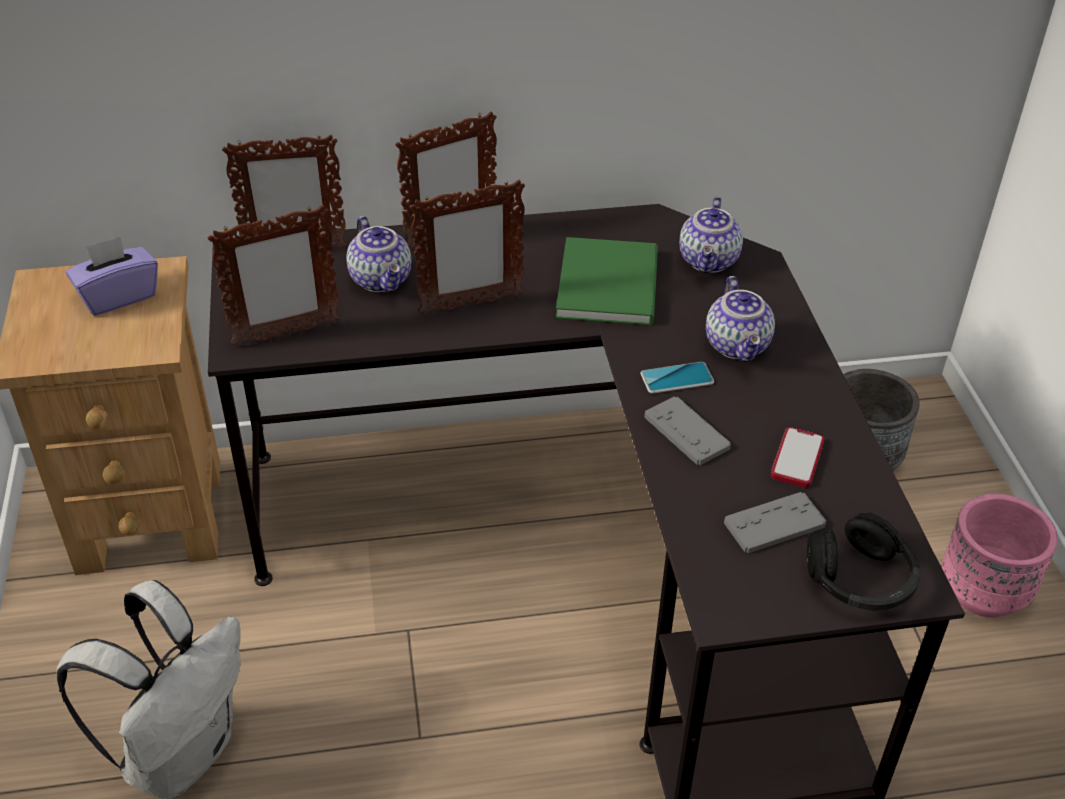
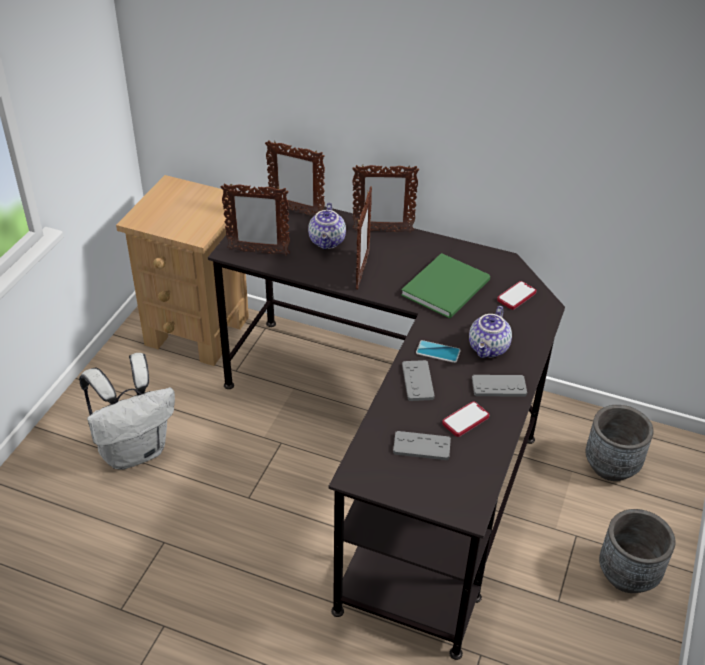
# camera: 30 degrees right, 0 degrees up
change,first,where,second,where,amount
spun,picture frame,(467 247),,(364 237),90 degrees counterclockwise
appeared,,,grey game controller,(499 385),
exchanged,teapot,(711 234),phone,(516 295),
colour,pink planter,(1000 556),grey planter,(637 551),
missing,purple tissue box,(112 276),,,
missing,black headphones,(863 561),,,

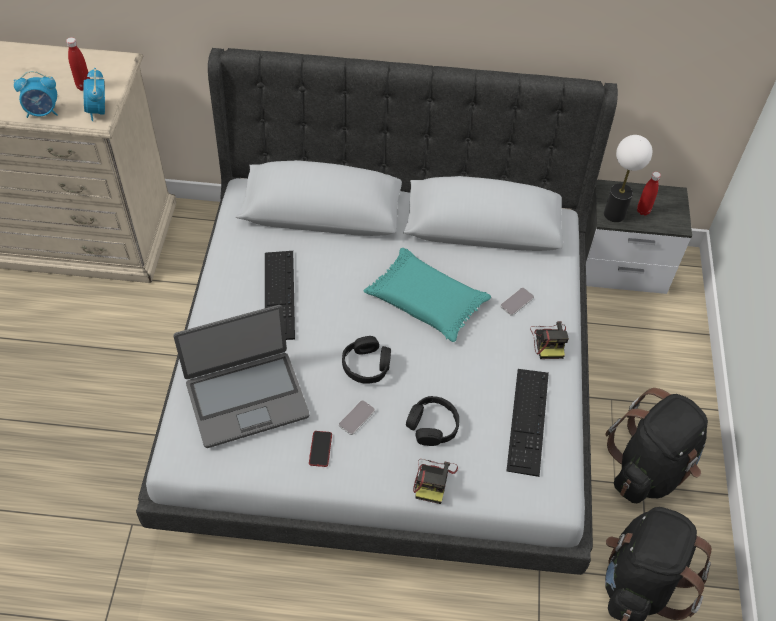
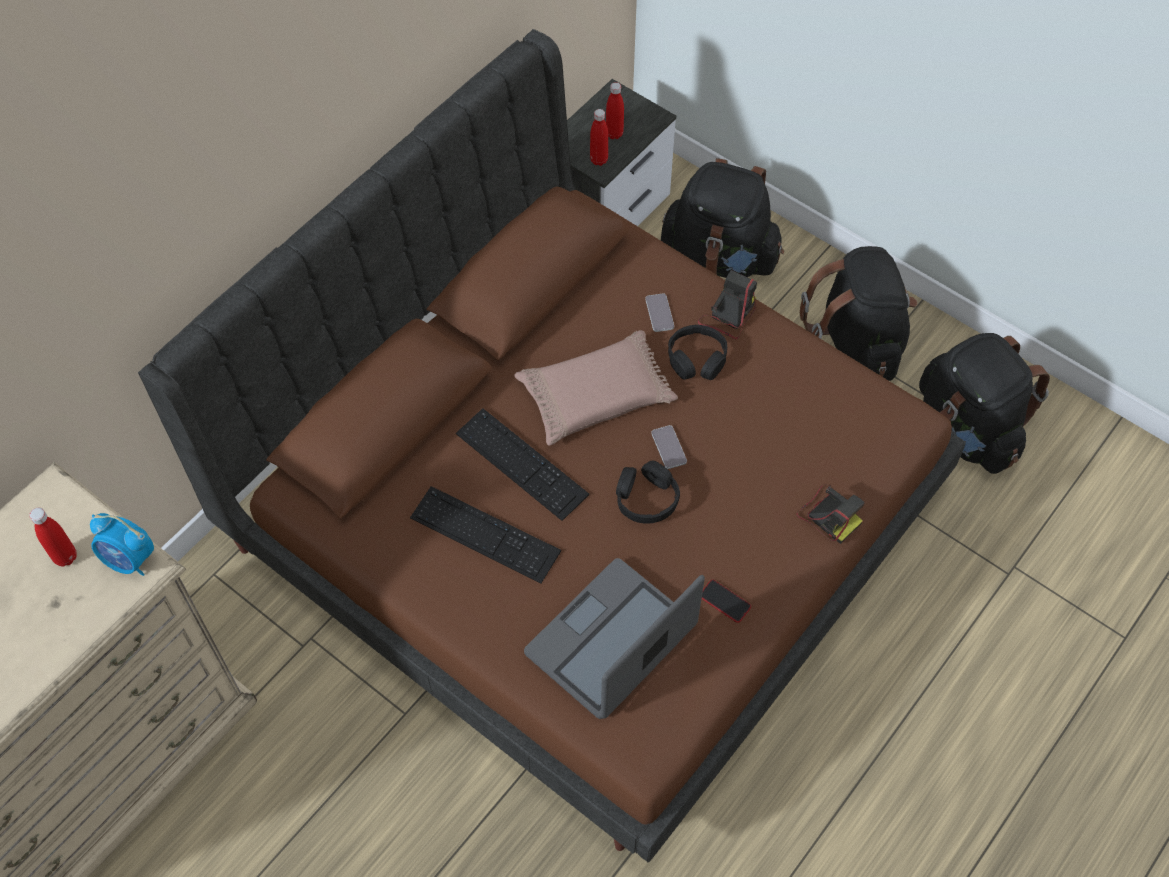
# camera: 55 degrees left, 5 degrees up
change,first,where,second,where,amount
colour,grey bed,(377 311),brown bed,(552 446),
relocated,keyboard,(527 423),,(522 464),
colour,turquoise pillow,(427 295),beige pillow,(596 388),
spun,laptop,(241 376),,(614 638),150 degrees counterclockwise
exchanged,table lamp,(628 178),red bottle,(599 137),
relocated,phone,(357 417),,(669 447),
appeared,,,black backpack,(722 218),
relocated,black headphones,(432 421),,(697 352),
spun,photo camera,(549 340),,(727 304),90 degrees counterclockwise
missing,alarm clock,(36 94),,,

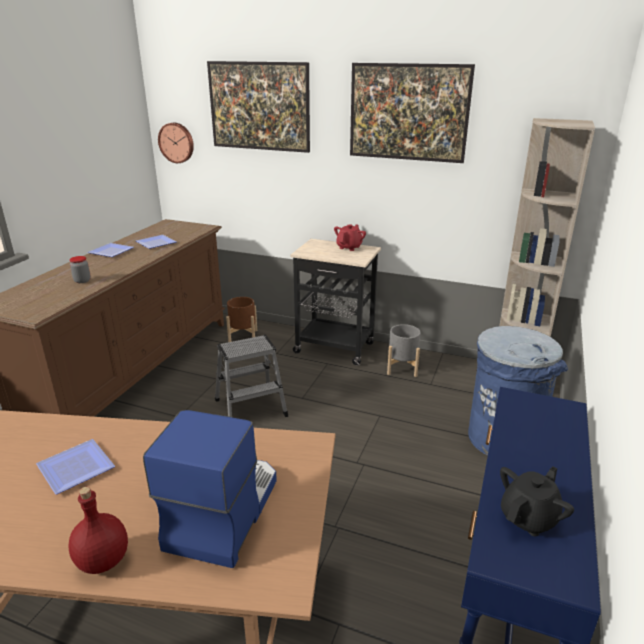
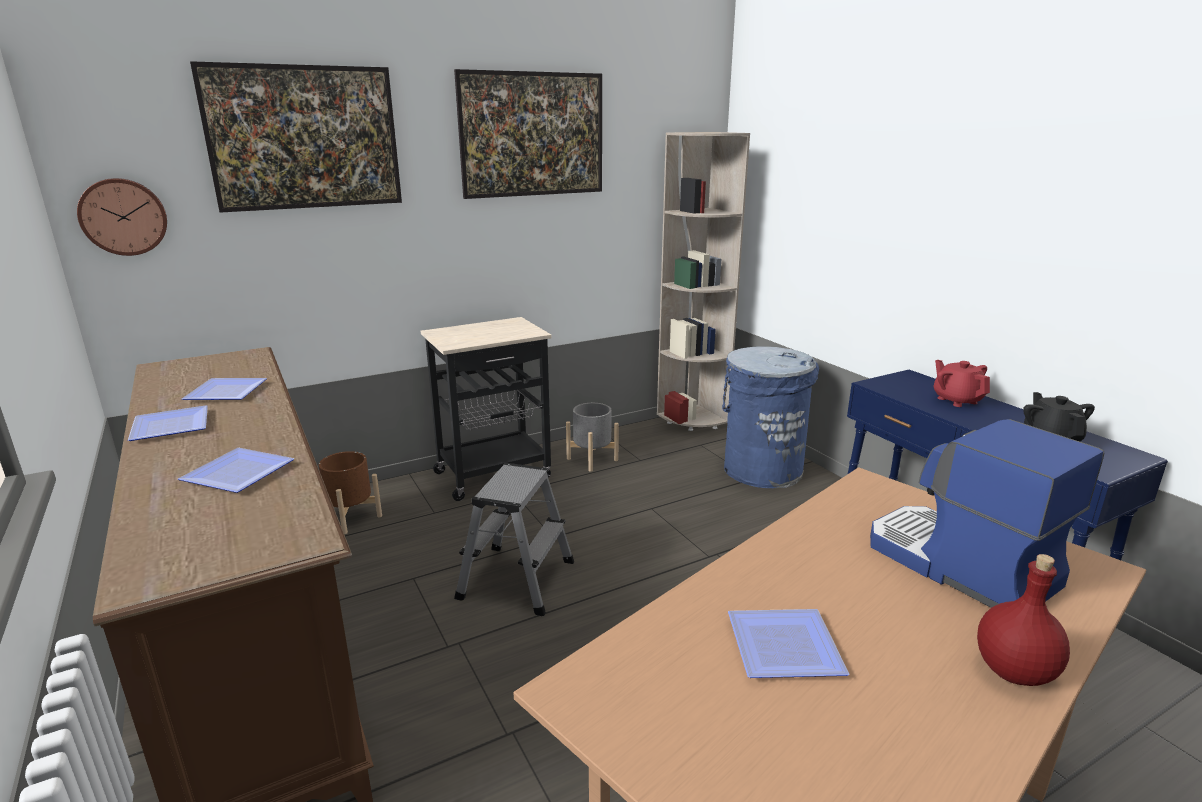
# camera: 50 degrees left, 5 degrees down
change,first,where,second,where,amount
exchanged,jar,(80 269),plate,(236 470),
relocated,red teapot,(350 237),,(962 383),

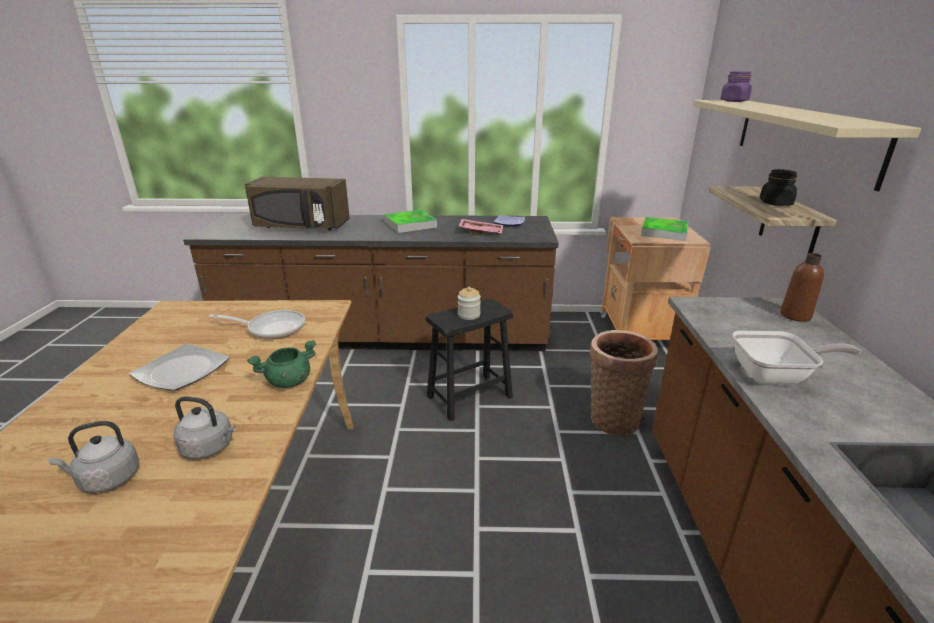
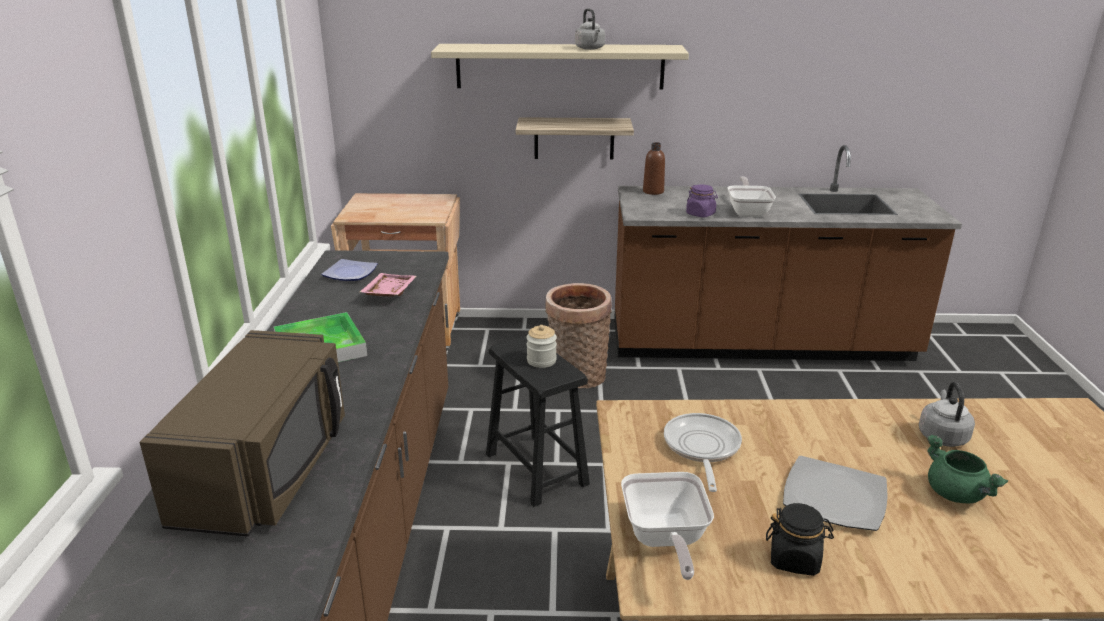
# camera: 90 degrees left, 0 degrees up
change,first,where,second,where,amount
relocated,grey kettle,(93 457),,(590 29),
appeared,,,frying pan,(667 526),
relocated,purple jar,(736 86),,(702 201),
relocated,black jar,(778 187),,(800 539),
relocated,green cooking pot,(281 364),,(967 469),
missing,tray,(664 229),,,

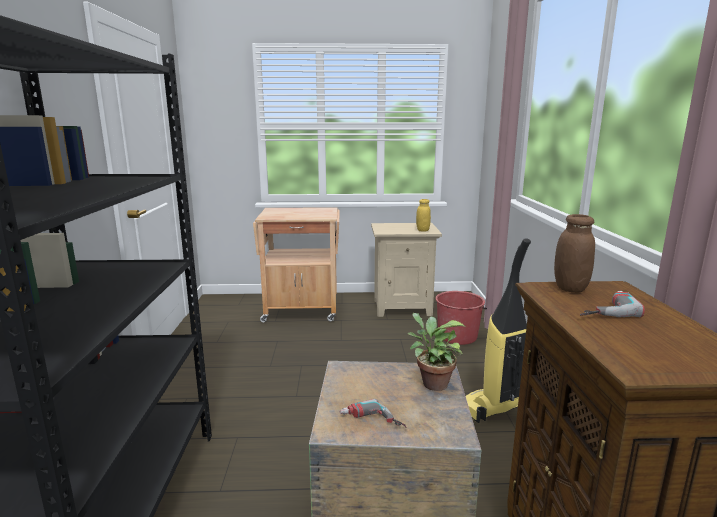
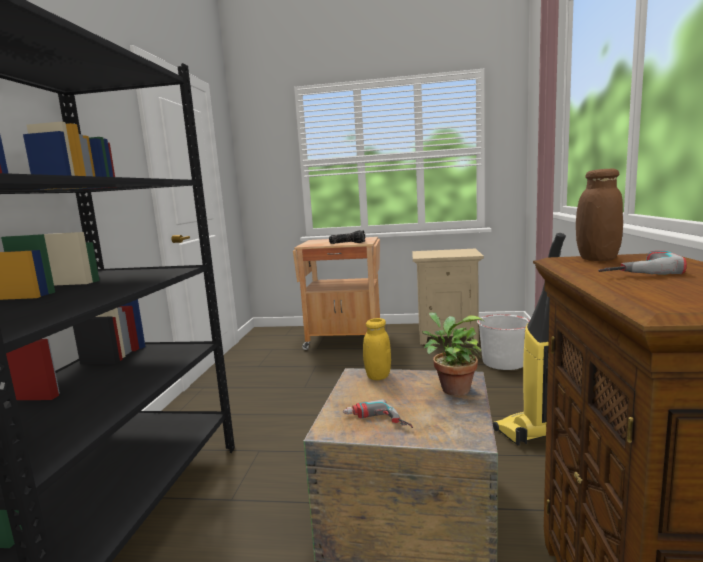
# camera: 10 degrees right, 5 degrees down
change,first,where,second,where,amount
appeared,,,flashlight,(347 237),
relocated,yellow jar,(423 215),,(377 349),
colour,red bucket,(461 318),white bucket,(503 342),

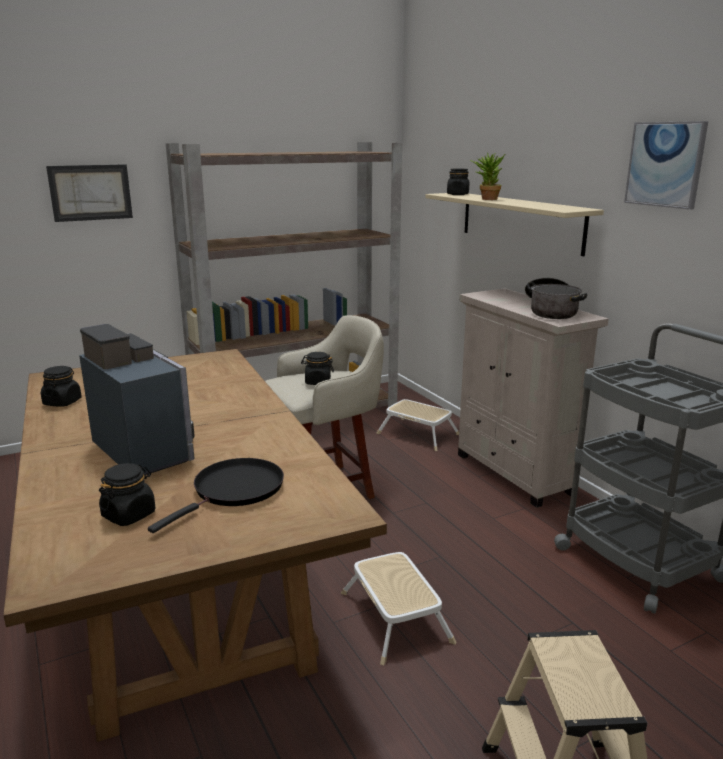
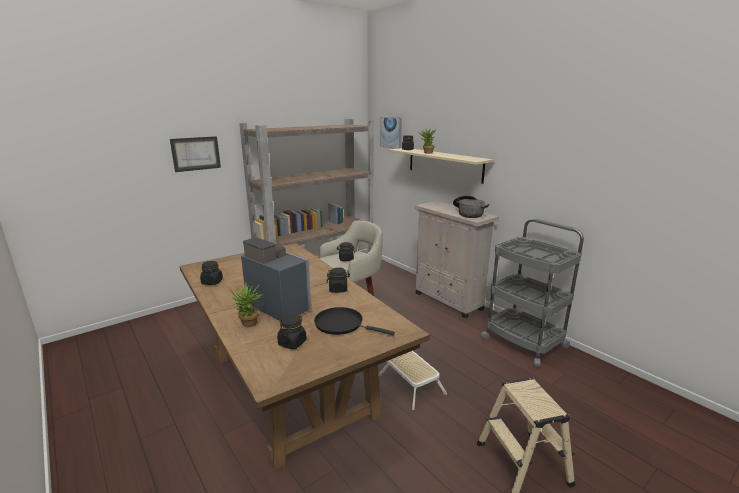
# camera: 10 degrees left, 0 degrees up
change,first,where,second,where,amount
appeared,,,potted plant,(247 305),
spun,black frying pan,(216 495),,(354 321),90 degrees counterclockwise
appeared,,,black jar,(338 280),
relocated,picture,(666 165),,(391 133),
missing,beige step ladder,(418 425),,,

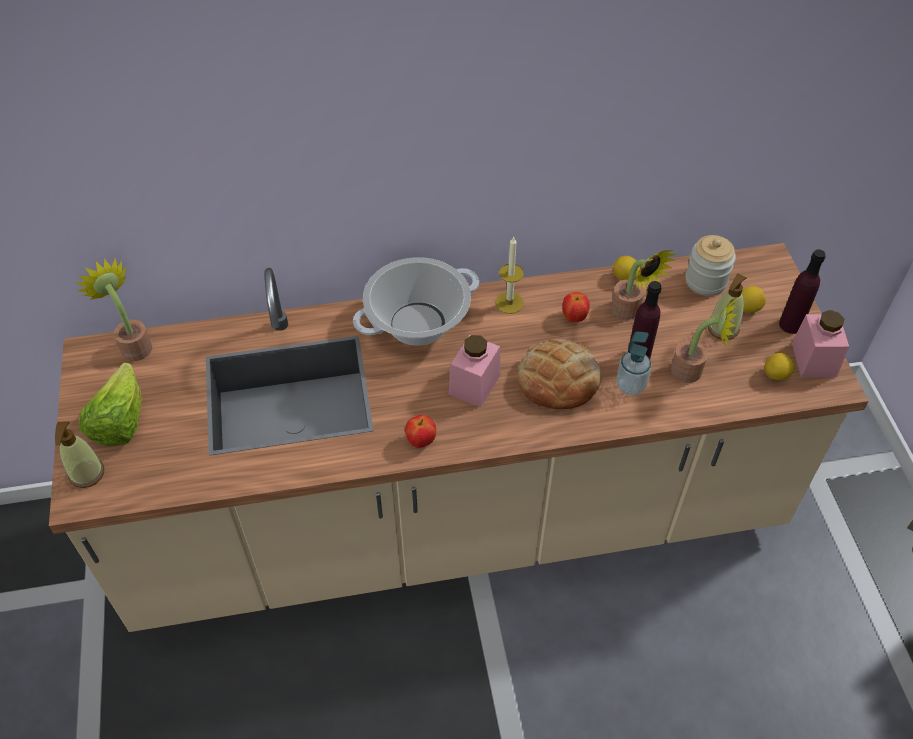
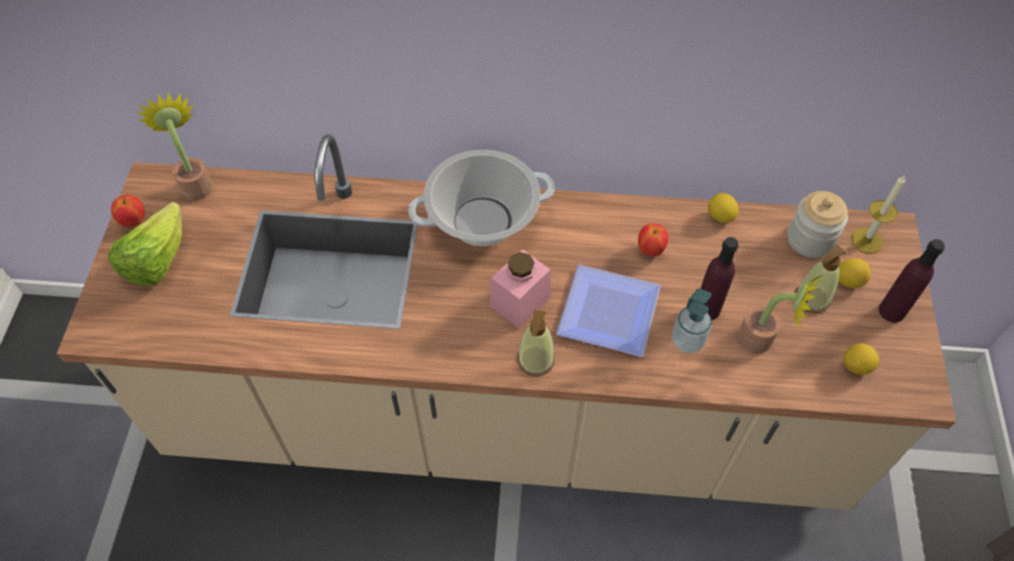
# camera: 15 degrees right, 5 degrees up
change,first,where,second,where,amount
relocated,apple,(420 431),,(128 211),
relocated,soap dispenser,(79 455),,(536 343),
exchanged,bread,(560 374),plate,(608 311),
relocated,candle,(509 275),,(878 214),
missing,potted plant,(644 285),,,
missing,pink jar,(820 344),,,

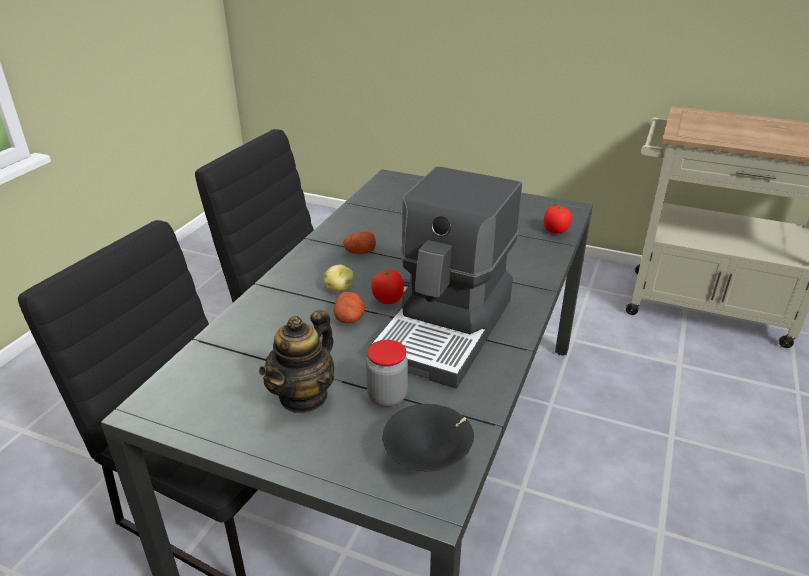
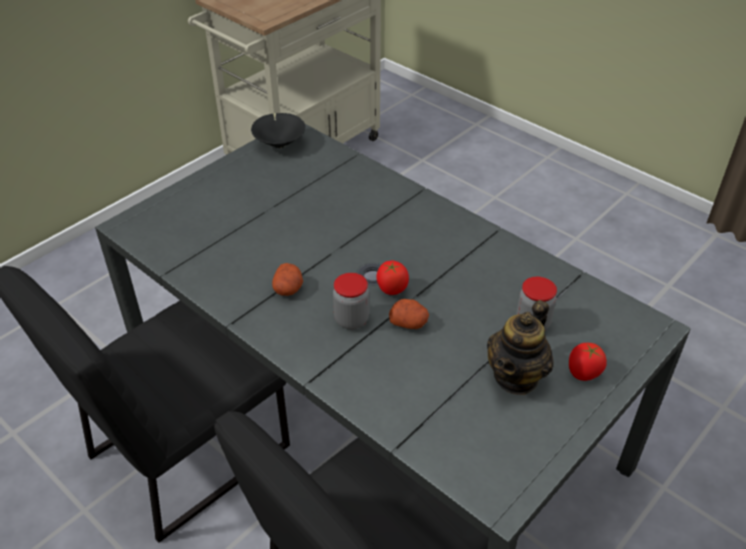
# camera: 70 degrees left, 10 degrees up
change,first,where,second,where,amount
relocated,black bowl,(428 438),,(278 130),
exchanged,potato,(338 278),jar,(351 301),
spun,teapot,(296 361),,(520 347),75 degrees clockwise
relocated,tomato,(558 219),,(588 362),
missing,coffee machine,(446 277),,,

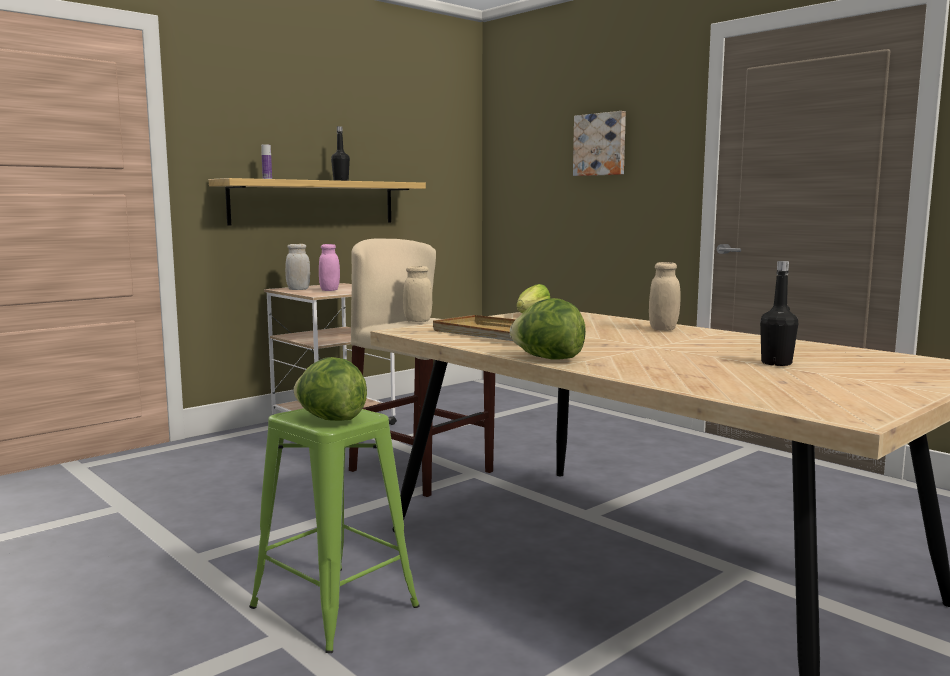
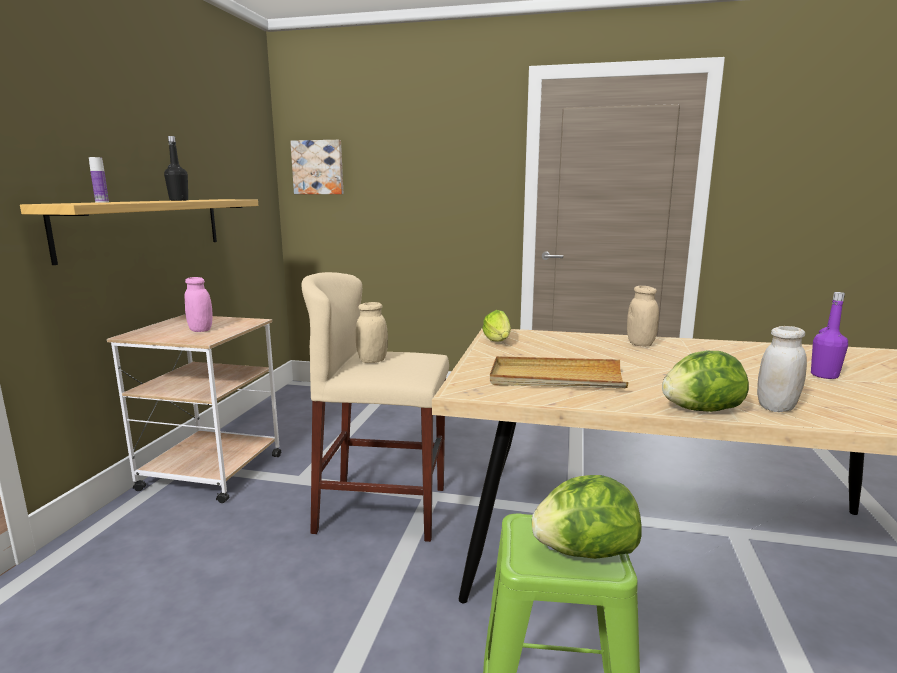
# camera: 35 degrees left, 5 degrees up
change,first,where,second,where,amount
relocated,picture,(599 143),,(316 167),
relocated,white jar,(297 267),,(782 369),
colour,black bottle,(779 313),purple bottle,(829 335),

